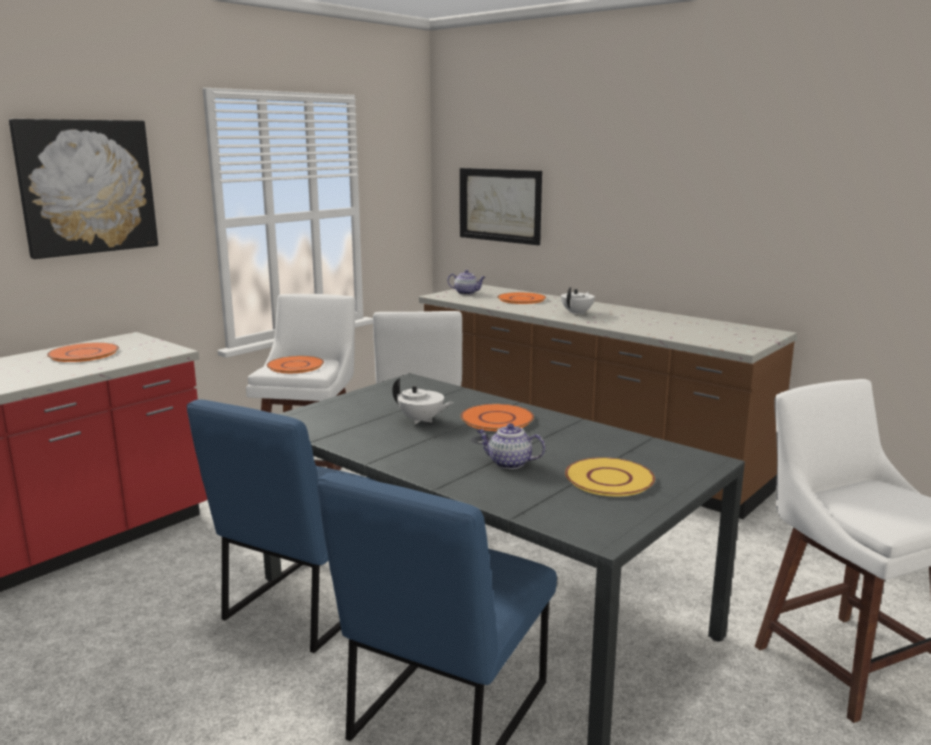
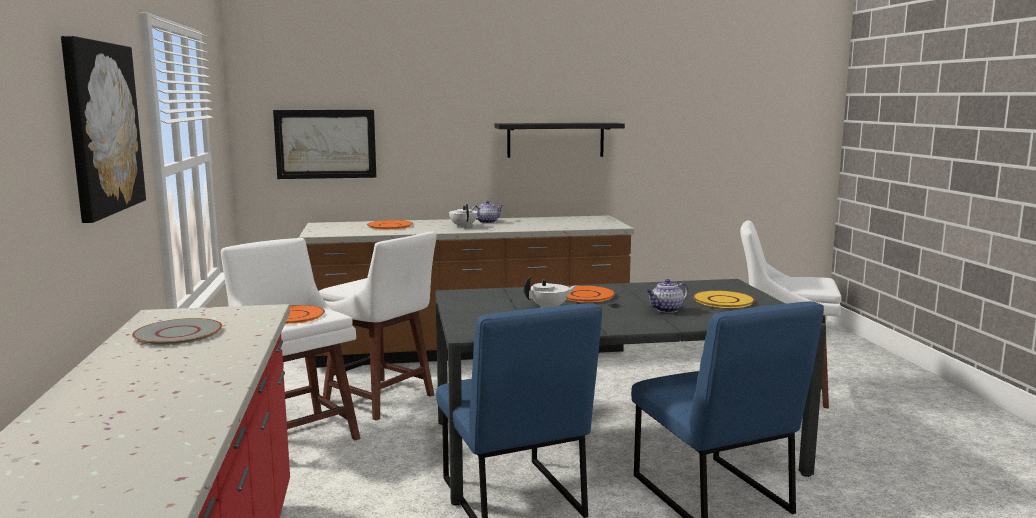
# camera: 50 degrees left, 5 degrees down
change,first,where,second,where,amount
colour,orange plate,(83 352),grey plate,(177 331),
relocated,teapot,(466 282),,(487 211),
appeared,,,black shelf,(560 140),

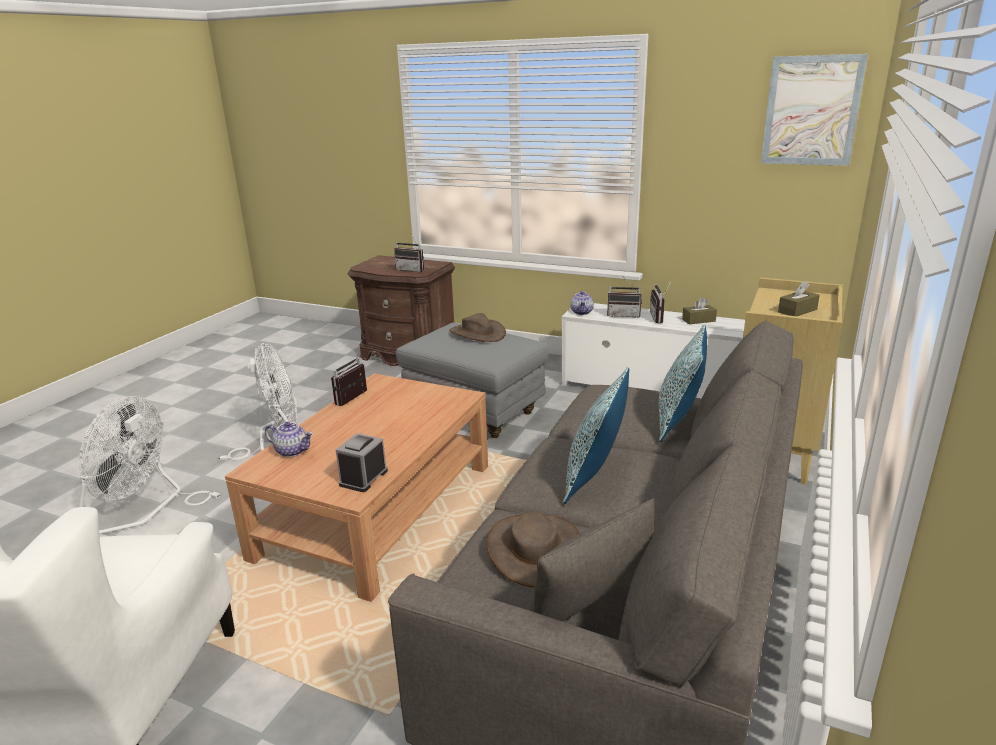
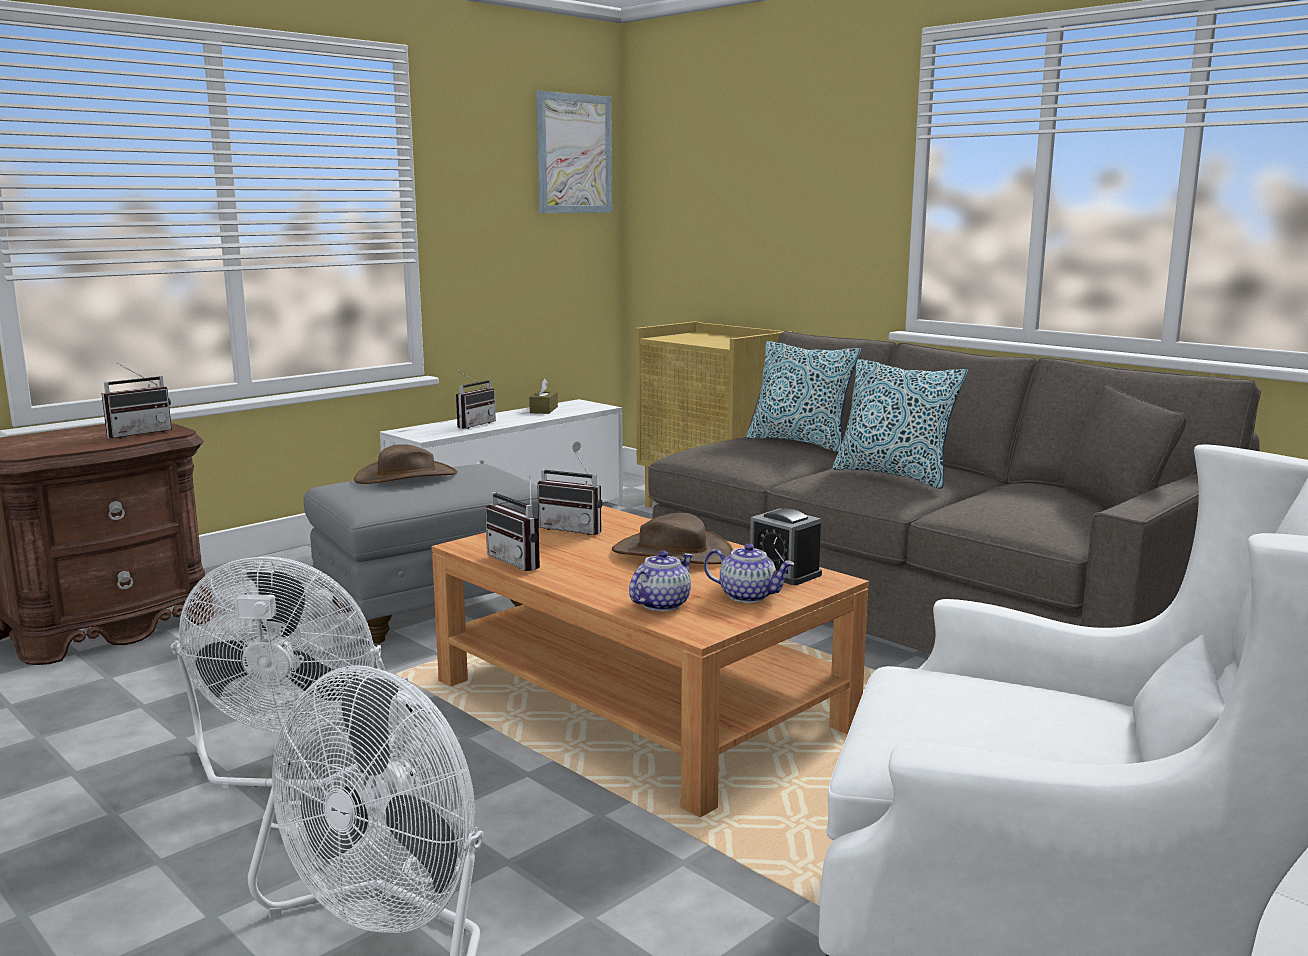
# camera: 70 degrees left, 10 degrees down
change,first,where,second,where,amount
relocated,radio,(660 302),,(570 493),
relocated,brown hat,(533 550),,(672 538),
relocated,teapot,(582 302),,(749 573),
missing,brown tissue box,(799 298),,,

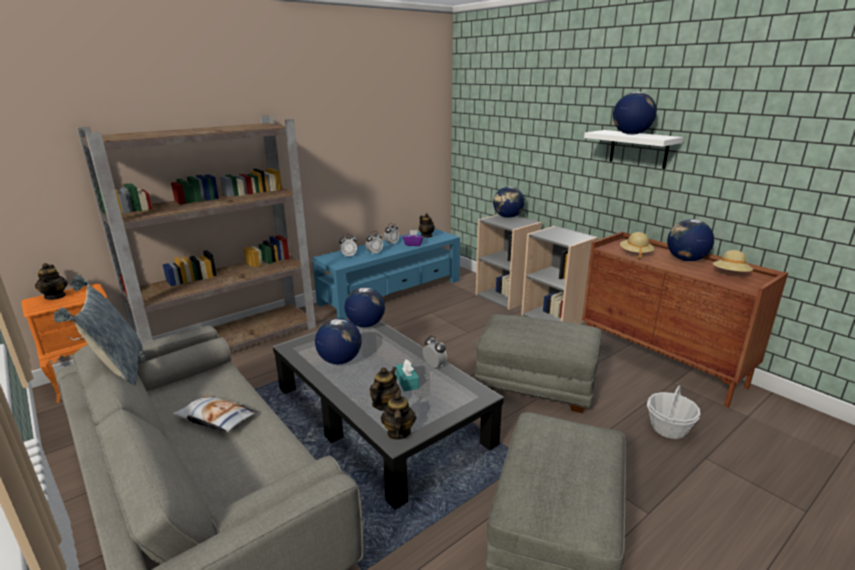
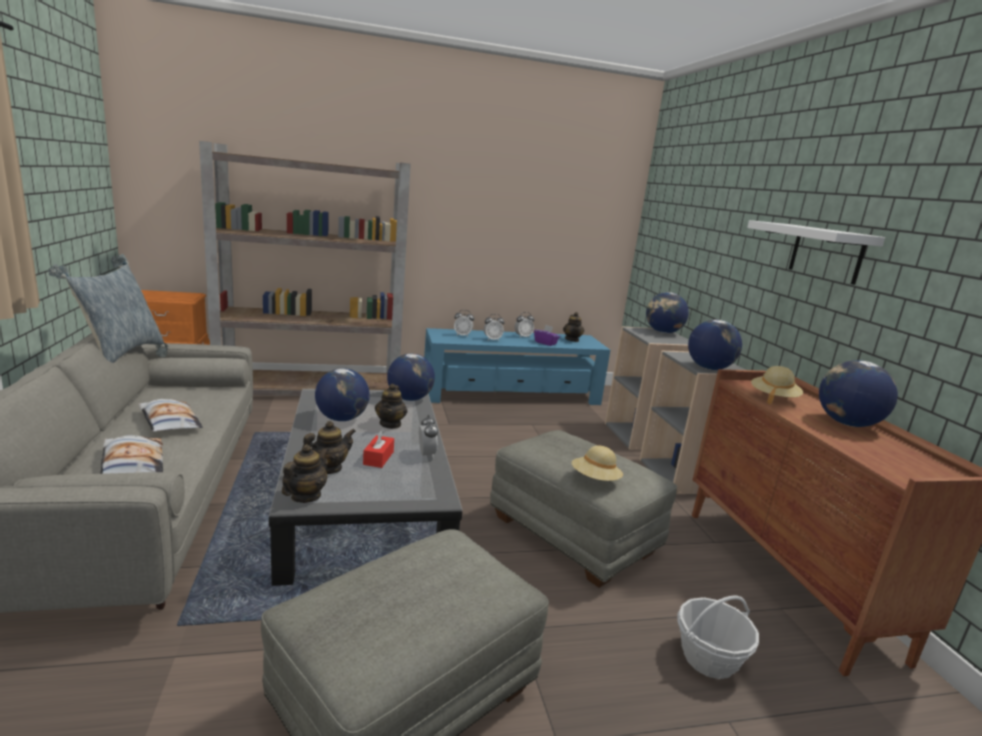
# camera: 25 degrees right, 5 degrees down
change,first,where,second,where,amount
appeared,,,pillow,(131 454),
colour,turquoise tissue box,(407 375),red tissue box,(378 449),
relocated,teapot,(51 281),,(391 406),
relocated,beige hat,(733 261),,(597 463),
relocated,globe,(635 113),,(715 345),

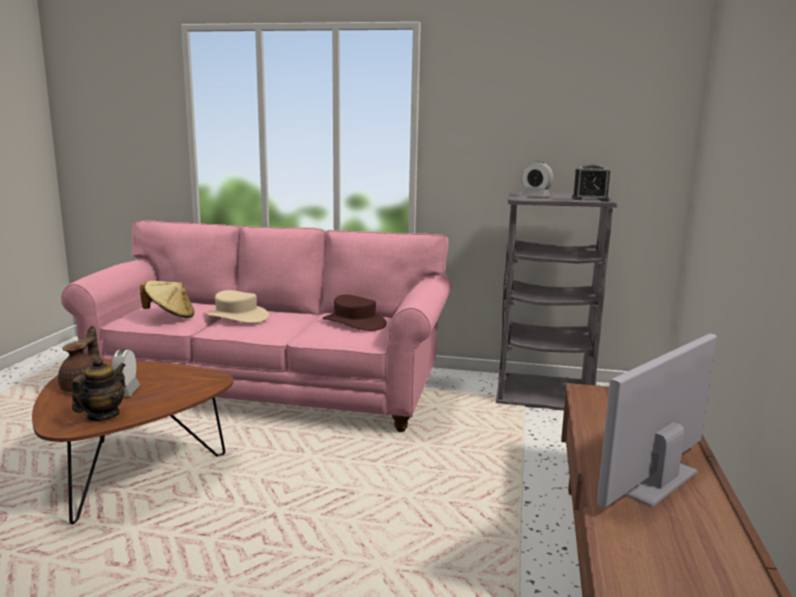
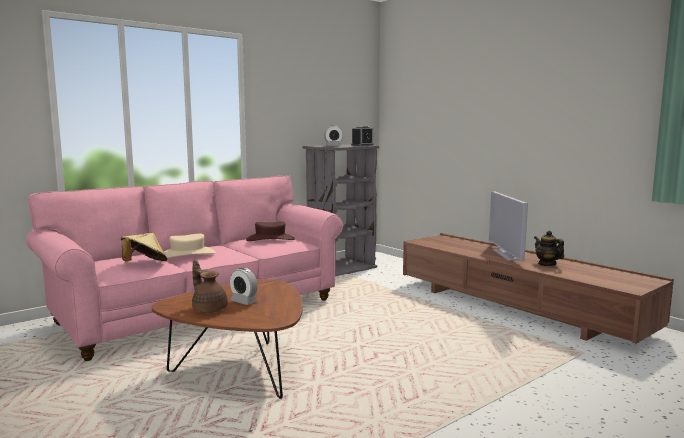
# camera: 50 degrees left, 5 degrees down
change,first,where,second,where,amount
relocated,teapot,(99 389),,(549 248),

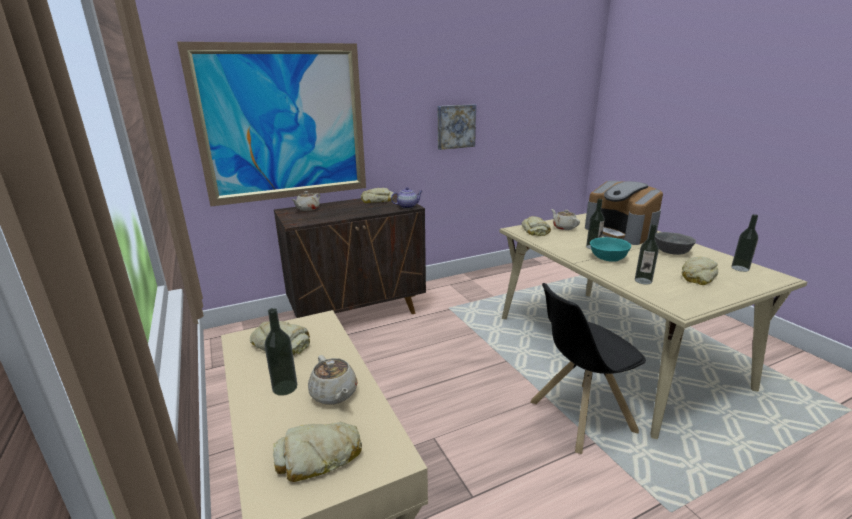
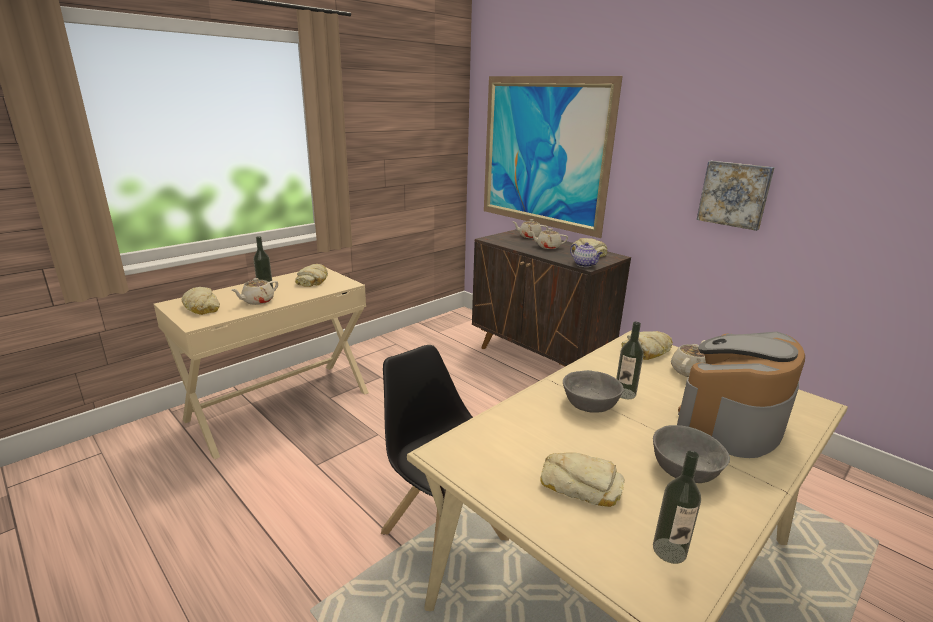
# camera: 70 degrees right, 0 degrees up
change,first,where,second,where,amount
appeared,,,beige teapot,(548 238),
colour,turquoise bowl,(610 249),grey bowl,(593 391),
missing,bottle,(647 254),,,

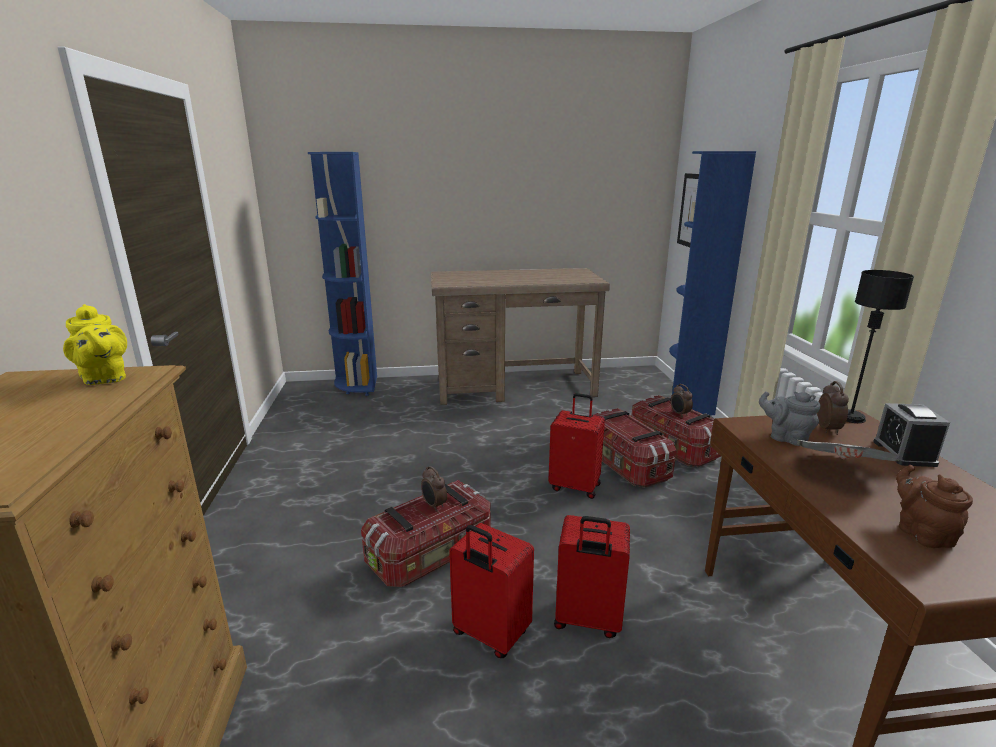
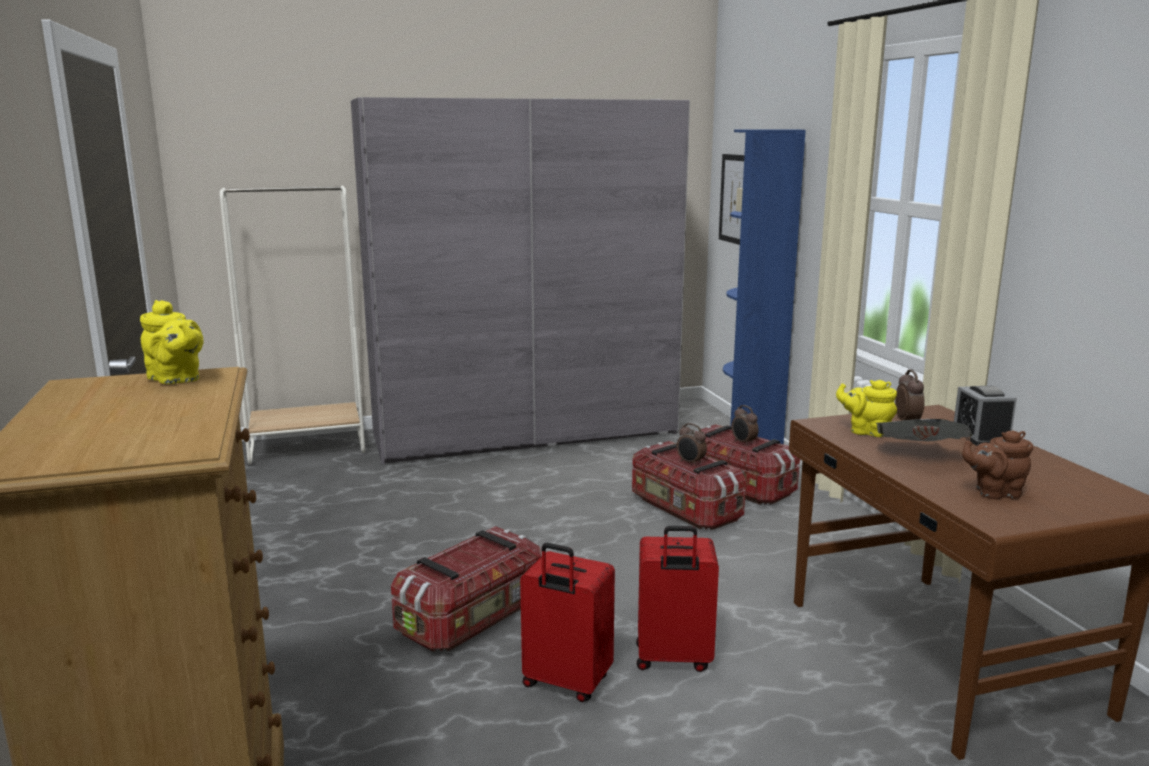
# camera: 10 degrees left, 5 degrees down
change,first,where,second,where,amount
exchanged,blue bookcase,(342 274),clothes rack,(292 325),
exchanged,brown desk,(520 336),grey wardrobe,(520 281),
relocated,alarm clock,(434 488),,(692 444),
colour,grey teapot,(789 418),yellow teapot,(866 408),
spun,brown teapot,(934 506),,(997 464),75 degrees counterclockwise
missing,red suitcase,(576 446),,,
missing,black table lamp,(880 346),,,

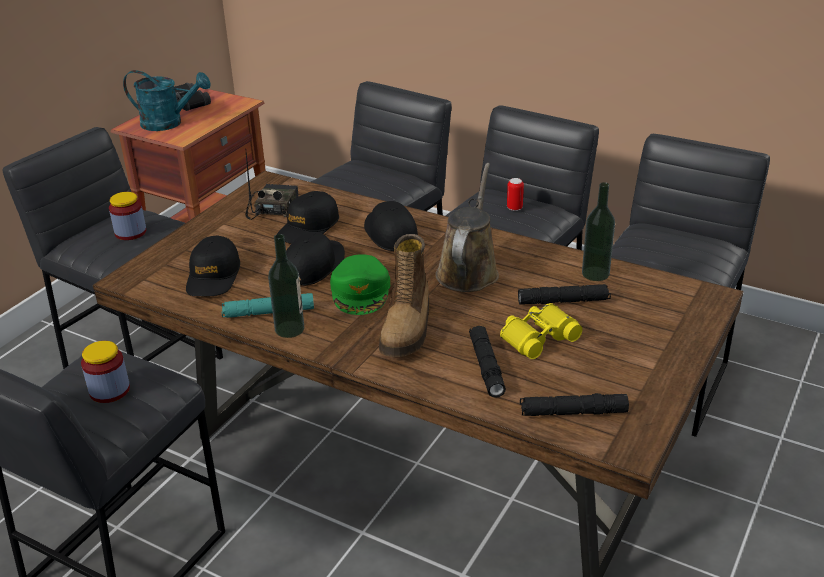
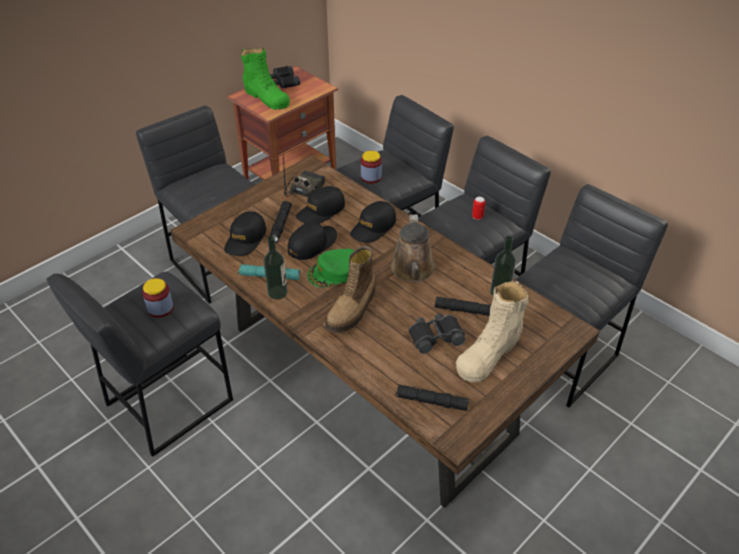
# camera: 15 degrees right, 10 degrees up
change,first,where,second,where,amount
exchanged,turquoise watering can,(167 100),green boot,(265 78),
relocated,black flashlight,(487 362),,(281 222),
spun,green cap,(360 284),,(331 268),45 degrees clockwise
spun,black cap,(391 226),,(373 222),135 degrees counterclockwise
relocated,jar,(127 216),,(371 167),
spun,brown watering can,(467 227),,(413 248),150 degrees clockwise
colour,yellow binoculars,(541 331),black binoculars,(436 333),
appeared,,,beige boot,(492 331),

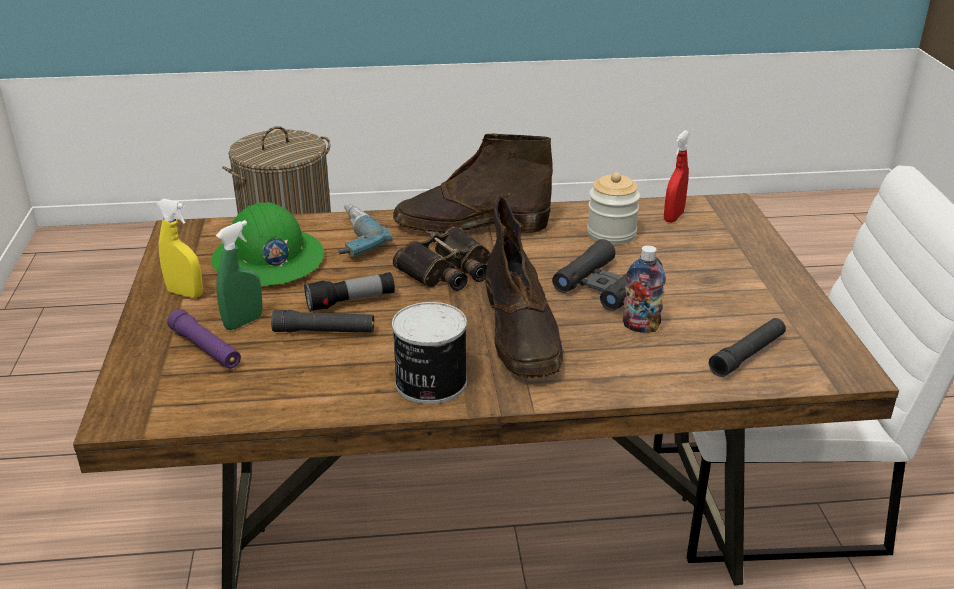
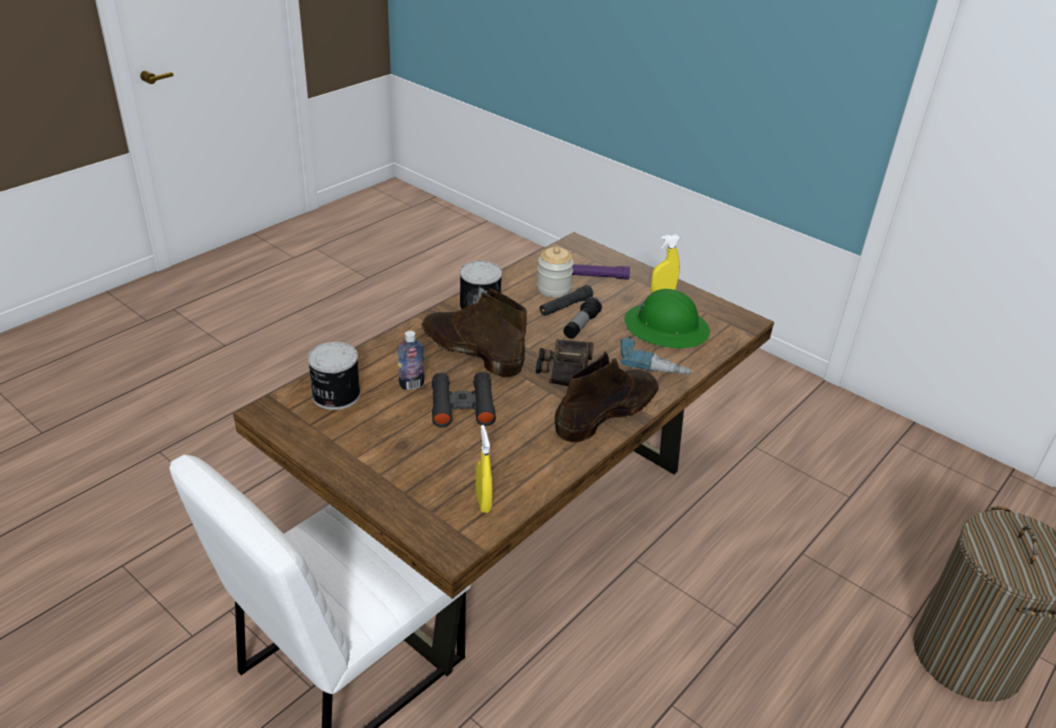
# camera: 135 degrees right, 5 degrees up
change,first,where,second,where,amount
exchanged,black flashlight,(747 347),can,(334 376),
colour,red spray bottle,(677 176),yellow spray bottle,(484 469),
relocated,jar,(613 208),,(555 272),
missing,green spray bottle,(239 275),,,

